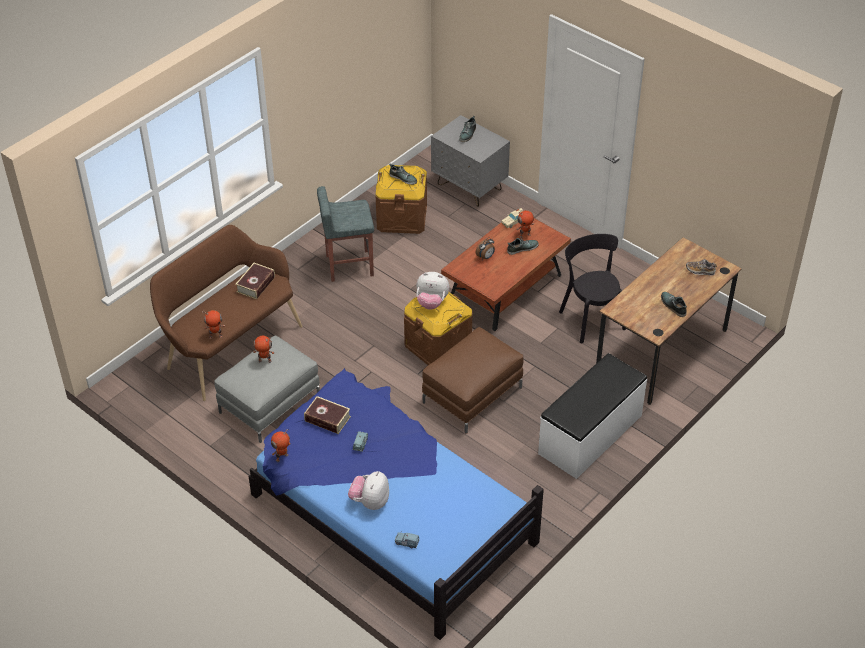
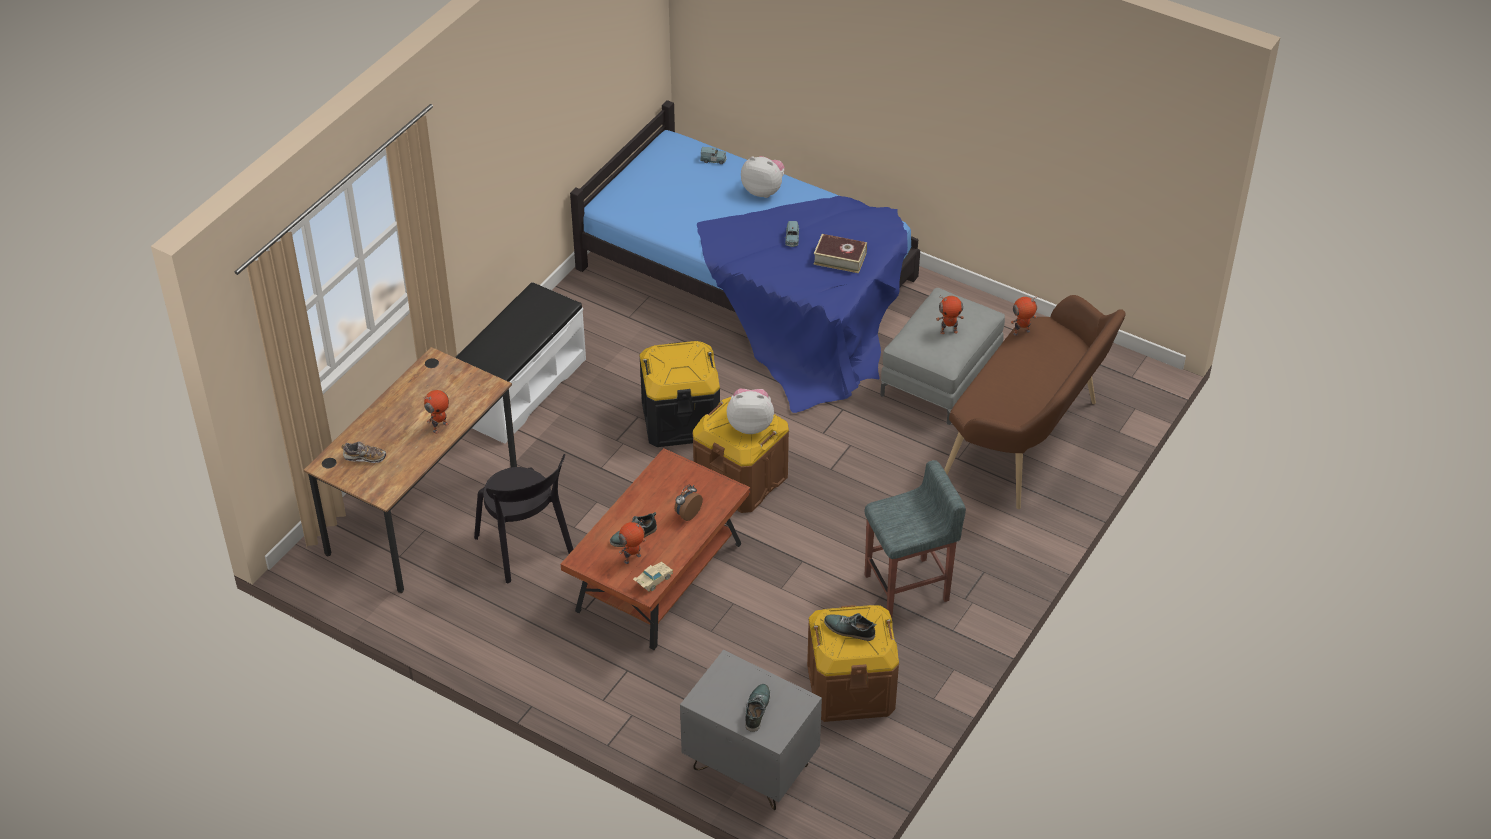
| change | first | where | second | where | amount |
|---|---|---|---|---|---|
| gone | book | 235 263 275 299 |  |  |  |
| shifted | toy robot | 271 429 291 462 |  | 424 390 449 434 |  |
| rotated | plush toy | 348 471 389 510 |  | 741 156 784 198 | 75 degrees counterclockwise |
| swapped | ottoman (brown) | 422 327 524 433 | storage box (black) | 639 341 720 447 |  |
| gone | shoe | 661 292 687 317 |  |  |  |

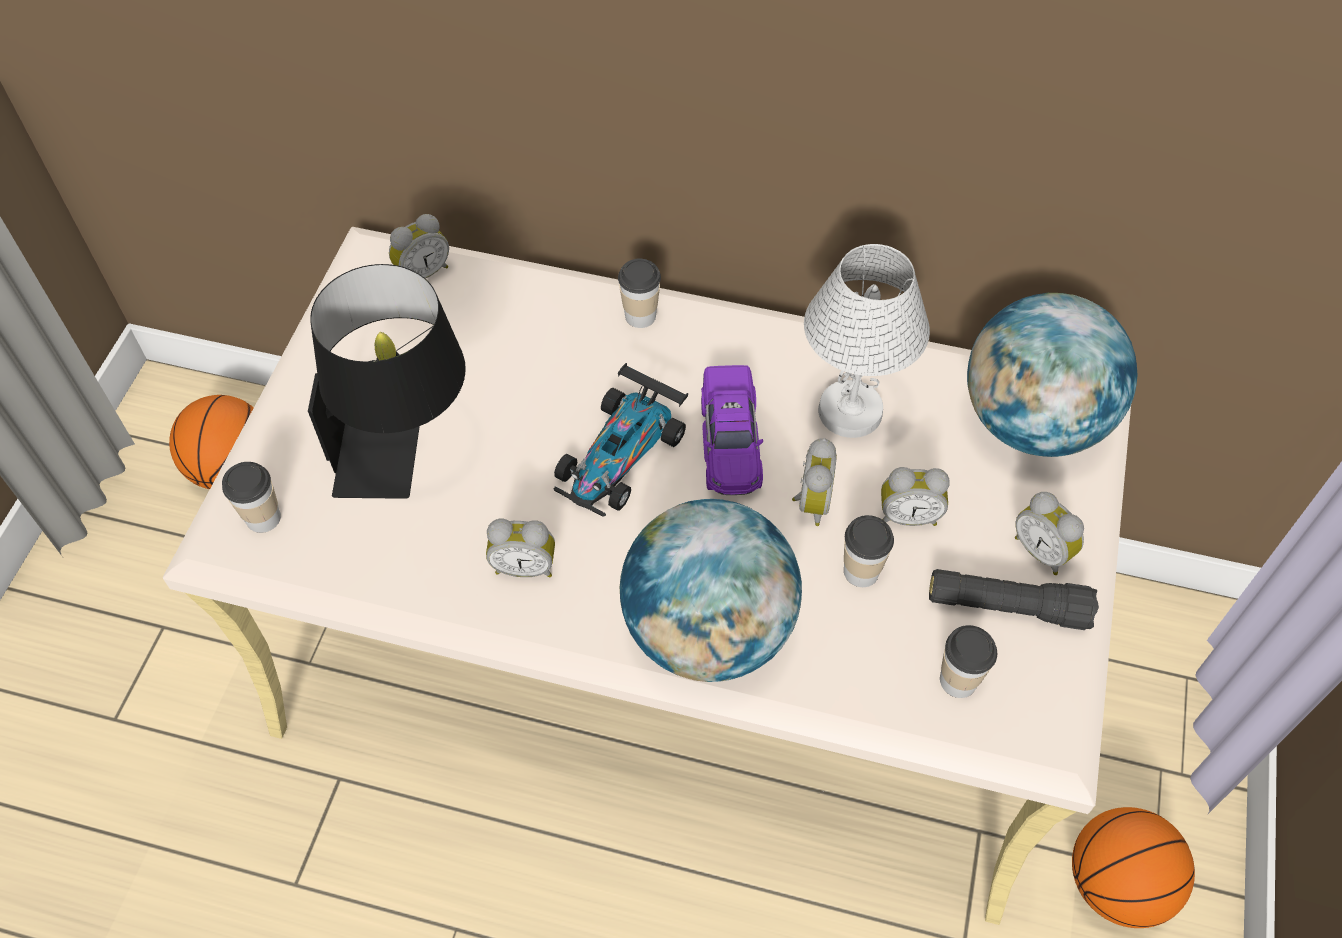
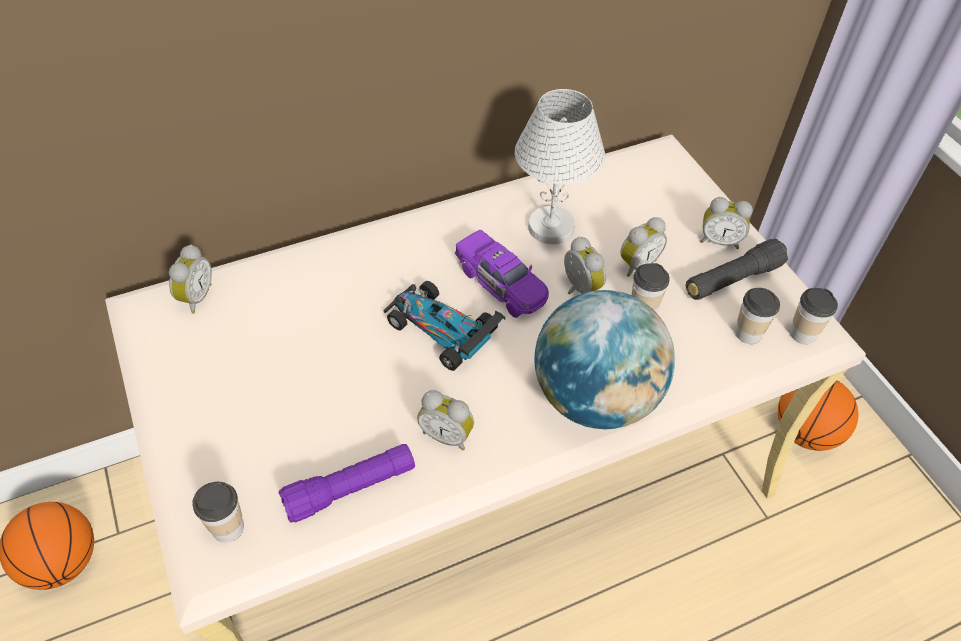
| change | first | where | second | where | amount |
|---|---|---|---|---|---|
| gone | table lamp (black) | 308 264 466 499 |  |  |  |
| rotated | alarm clock | 486 518 555 577 |  | 417 390 474 451 | 60 degrees clockwise |
| rotated | toy car | 554 363 688 517 |  | 383 281 505 371 | 135 degrees clockwise |
| shifted | cup | 618 258 661 328 |  | 790 288 838 344 |  |
| gone | globe | 967 293 1137 457 |  |  |  |
| new |  |  | flashlight (purple) | 279 444 415 523 |  |

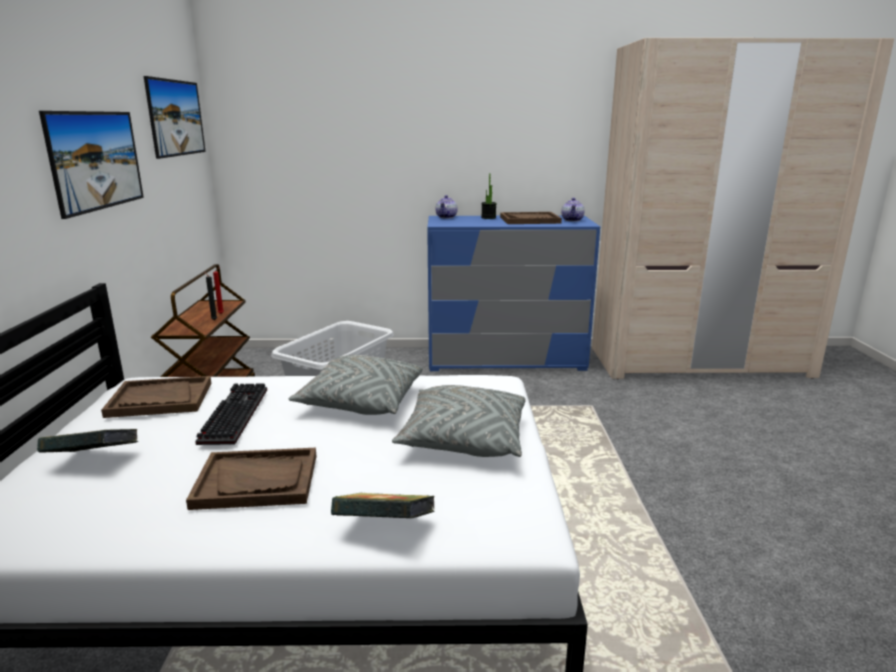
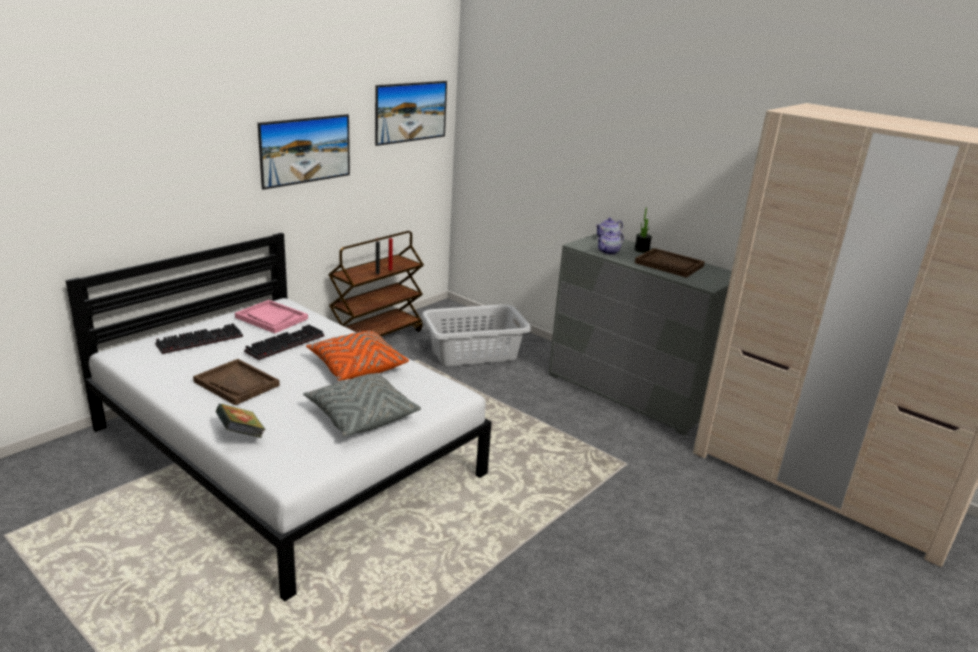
| change | first | where | second | where | amount |
|---|---|---|---|---|---|
| swapped | book | 37 429 138 453 | keyboard | 155 323 243 354 |  |
| repainted | tray (brown) | 101 376 211 418 | tray (pink) | 235 300 308 333 |  |
| repainted | pillow (grey) | 289 355 423 415 | pillow (orange) | 306 331 409 381 |  |
| repainted | dresser (blue) | 427 216 600 371 | dresser (grey) | 549 234 732 436 |  |
| shifted | teapot | 561 198 585 222 |  | 597 230 624 255 |  |

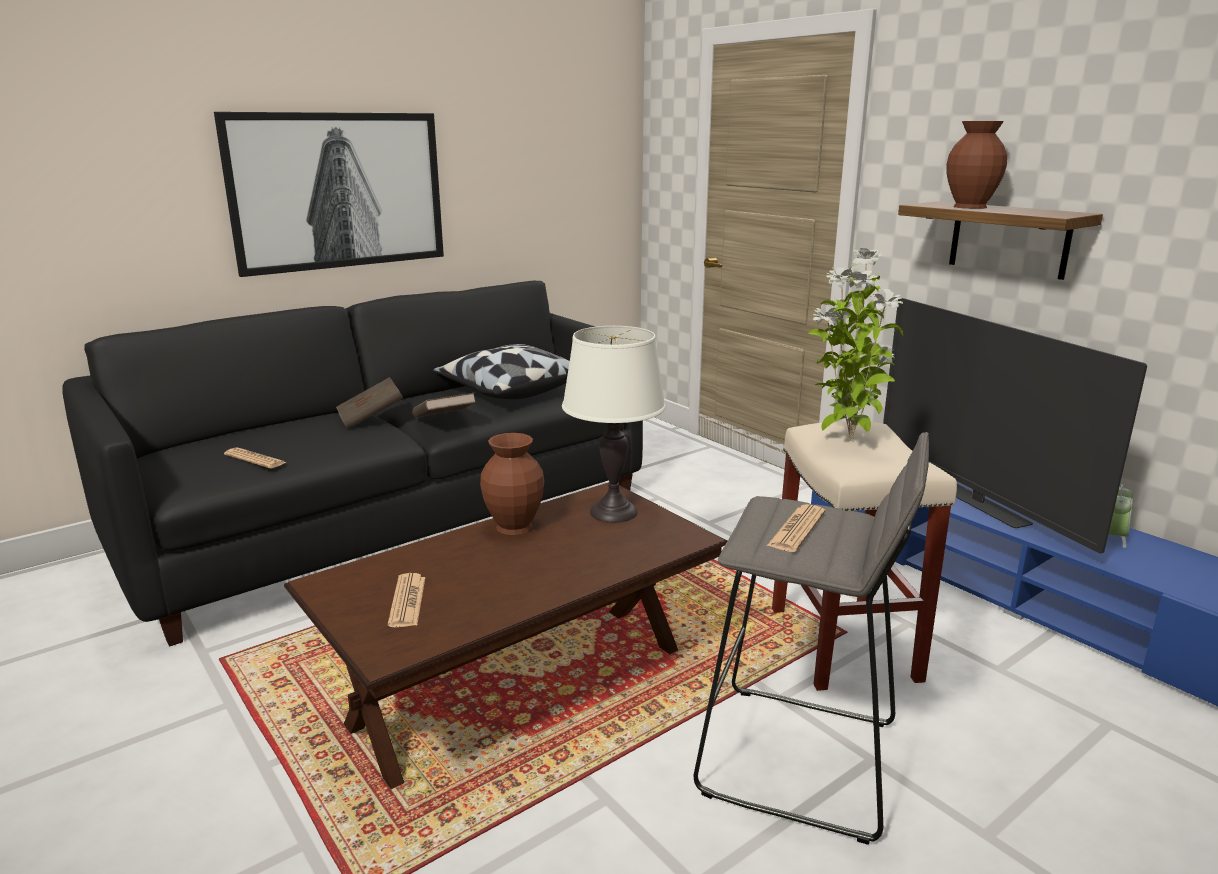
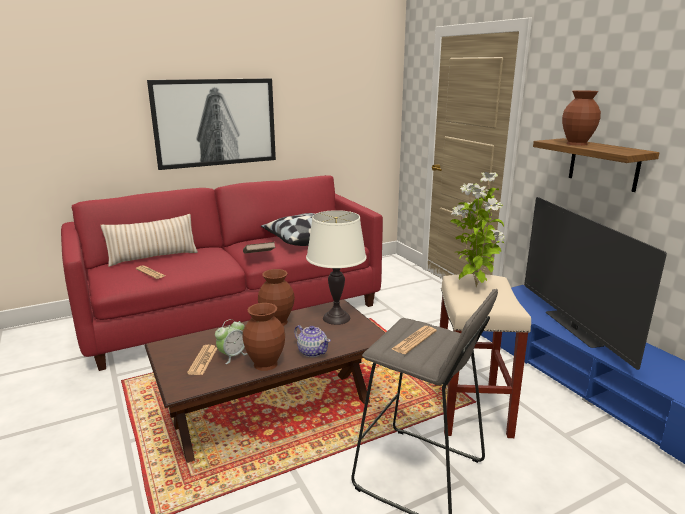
| change | first | where | second | where | amount |
|---|---|---|---|---|---|
| repainted | sofa (black) | 62 281 643 647 | sofa (red) | 61 175 383 371 |  |
| gone | book (brown) | 336 377 403 429 |  |  |  |
| shifted | alarm clock | 1109 484 1133 548 |  | 215 319 248 364 |  |
| new |  |  | pillow (beige) | 100 214 198 267 |  |
| new |  |  | vase (brown) | 242 303 285 371 |  |
| new |  |  | teapot | 294 325 331 357 |  |

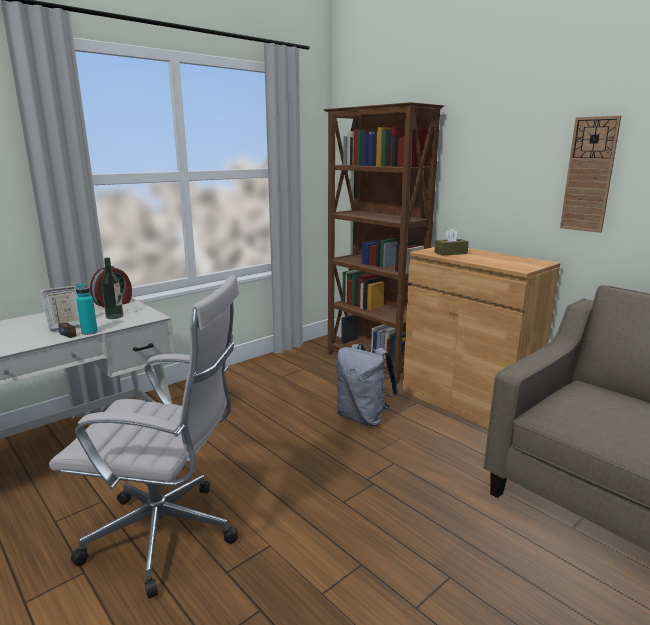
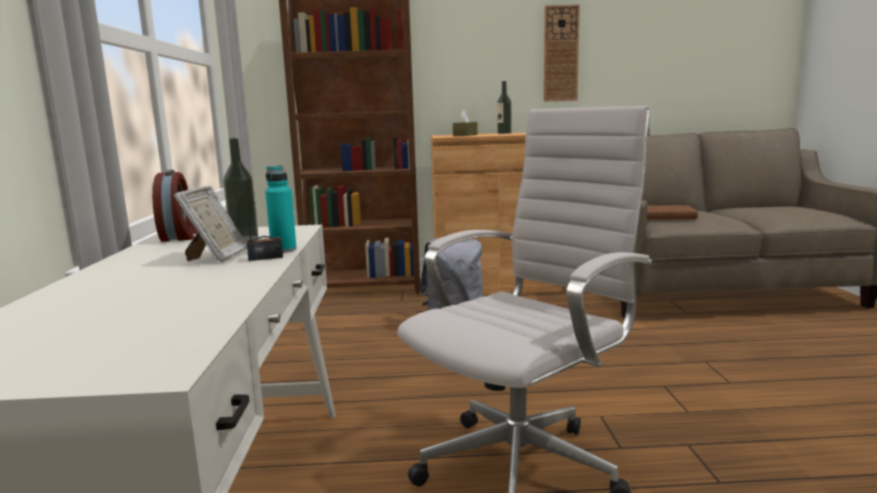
| change | first | where | second | where | amount |
|---|---|---|---|---|---|
| new |  |  | bottle | 497 81 511 134 |  |
| new |  |  | book (brown) | 647 205 698 219 |  |

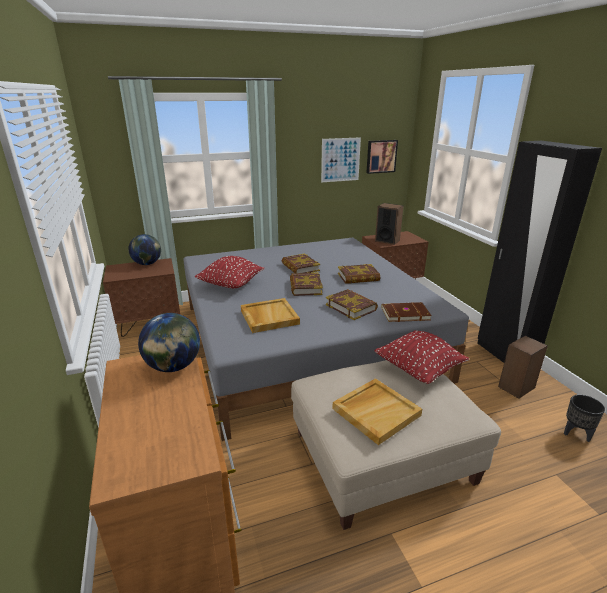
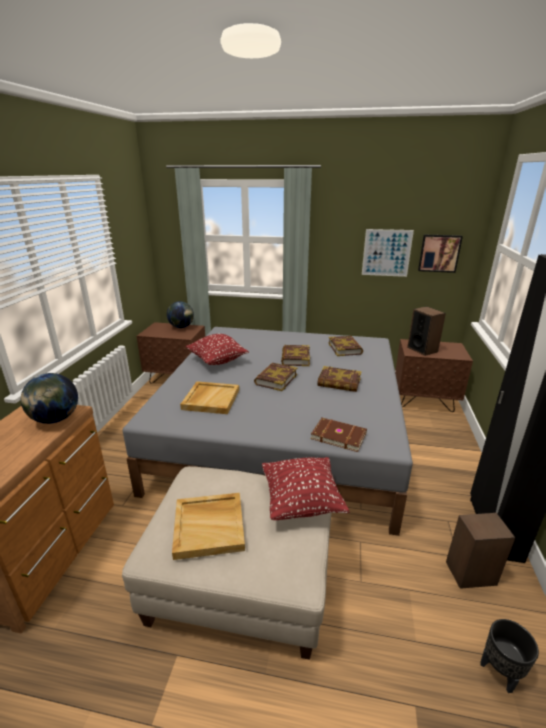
| change | first | where | second | where | amount |
|---|---|---|---|---|---|
| shifted | book | 326 289 378 320 |  | 328 336 363 356 |  |

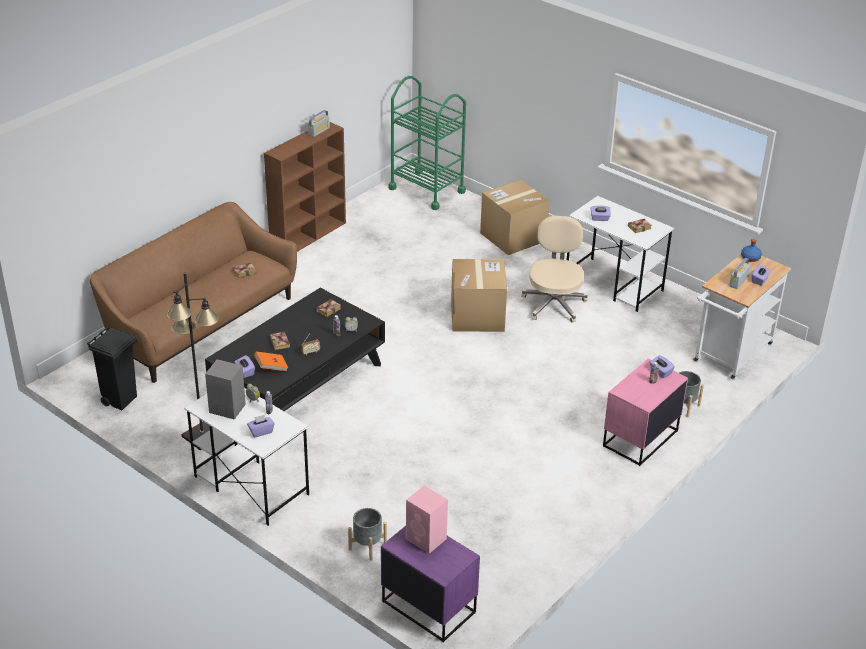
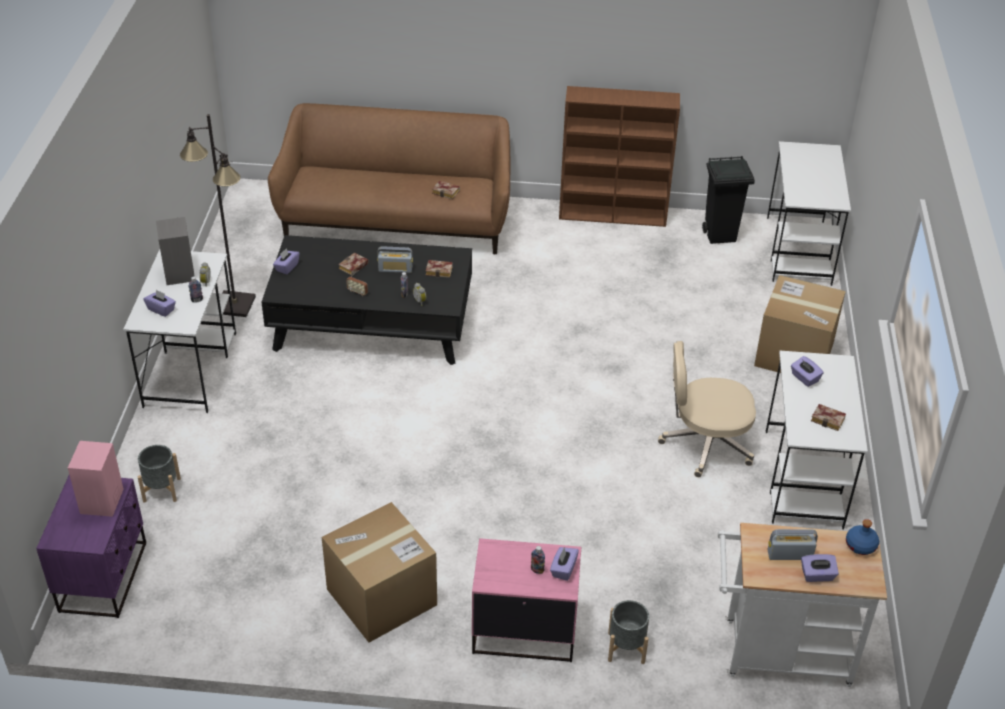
| change | first | where | second | where | amount |
|---|---|---|---|---|---|
| shifted | trash can (black) | 87 326 137 410 |  | 702 156 755 244 |  |
| gone | book (orange) | 254 352 288 371 |  |  |  |
| shifted | radio | 308 110 330 137 |  | 377 247 413 273 |  |
| swapped | cart (green) | 388 76 466 210 | desk (white) | 767 141 851 286 |  |
| shifted | cardboard box | 451 259 507 332 |  | 322 502 437 643 |  |
| rotated | office chair (beige) | 521 216 588 323 |  | 658 341 756 477 | 150 degrees counterclockwise |

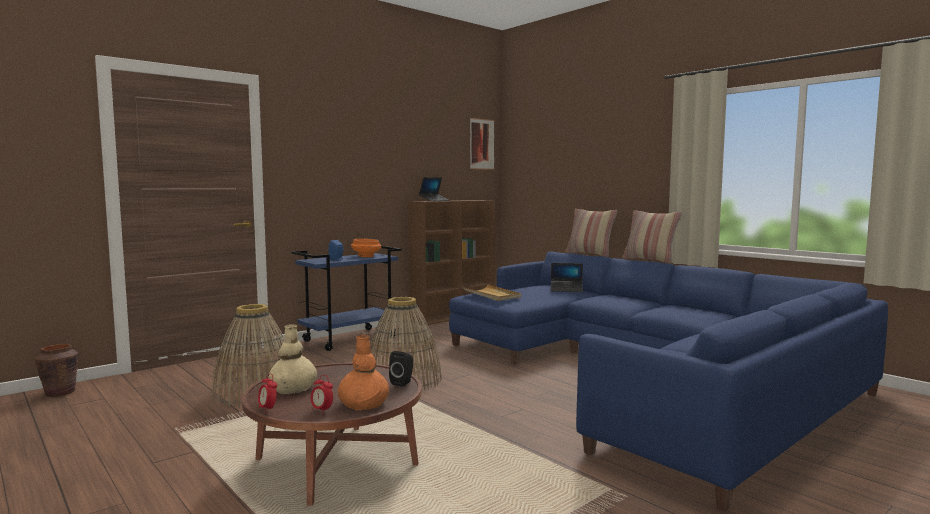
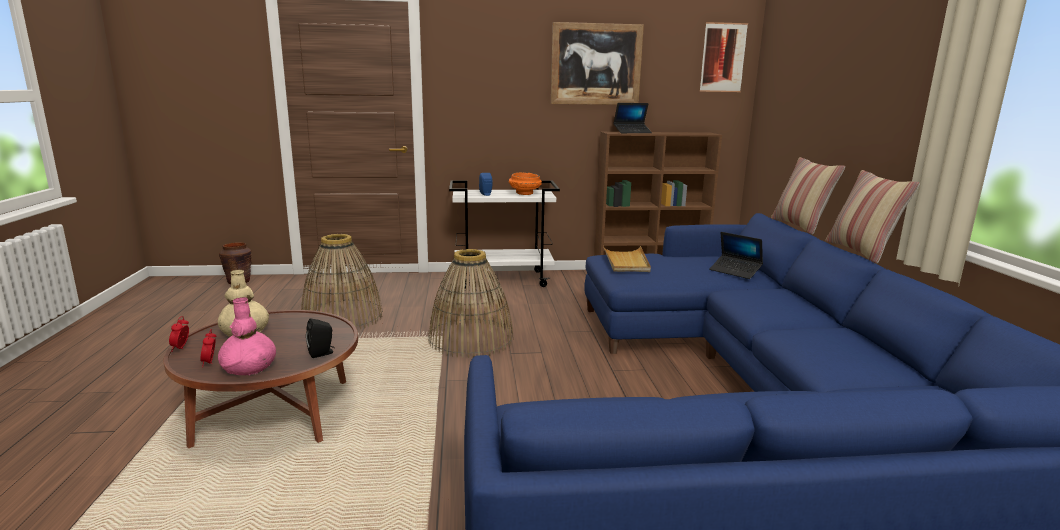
| change | first | where | second | where | amount |
|---|---|---|---|---|---|
| repainted | cart (blue) | 291 246 402 351 | cart (white) | 449 180 560 289 |  |
| repainted | vase (orange) | 338 335 389 410 | vase (pink) | 218 297 276 376 |  |
| new |  |  | picture | 551 22 644 105 |  |

